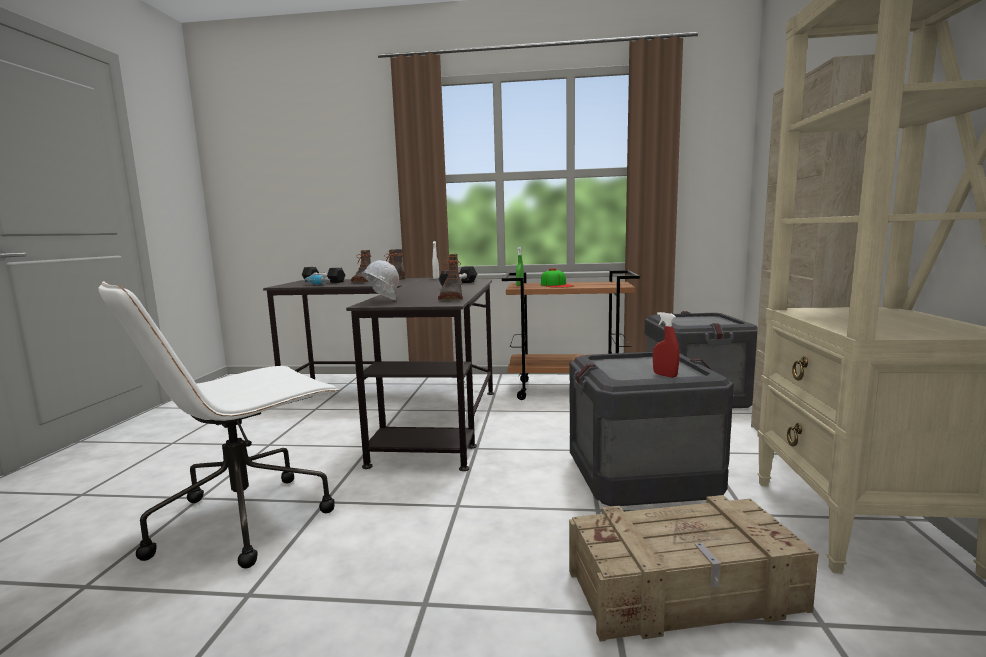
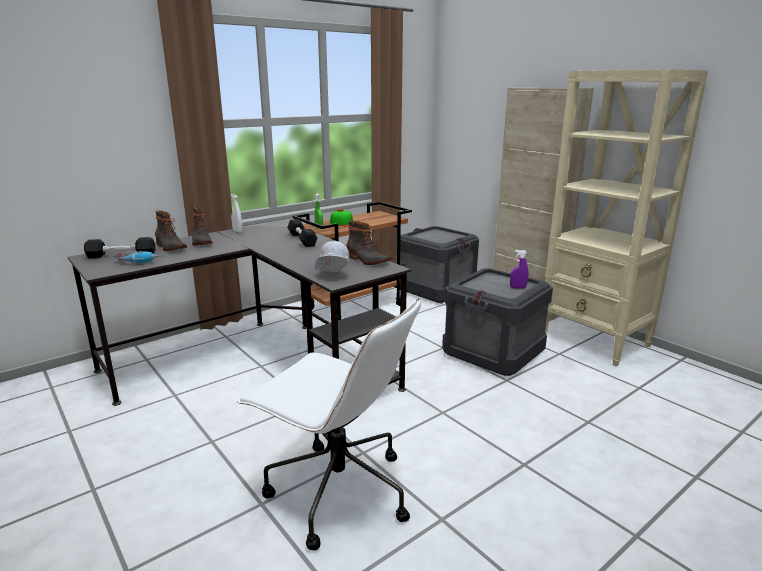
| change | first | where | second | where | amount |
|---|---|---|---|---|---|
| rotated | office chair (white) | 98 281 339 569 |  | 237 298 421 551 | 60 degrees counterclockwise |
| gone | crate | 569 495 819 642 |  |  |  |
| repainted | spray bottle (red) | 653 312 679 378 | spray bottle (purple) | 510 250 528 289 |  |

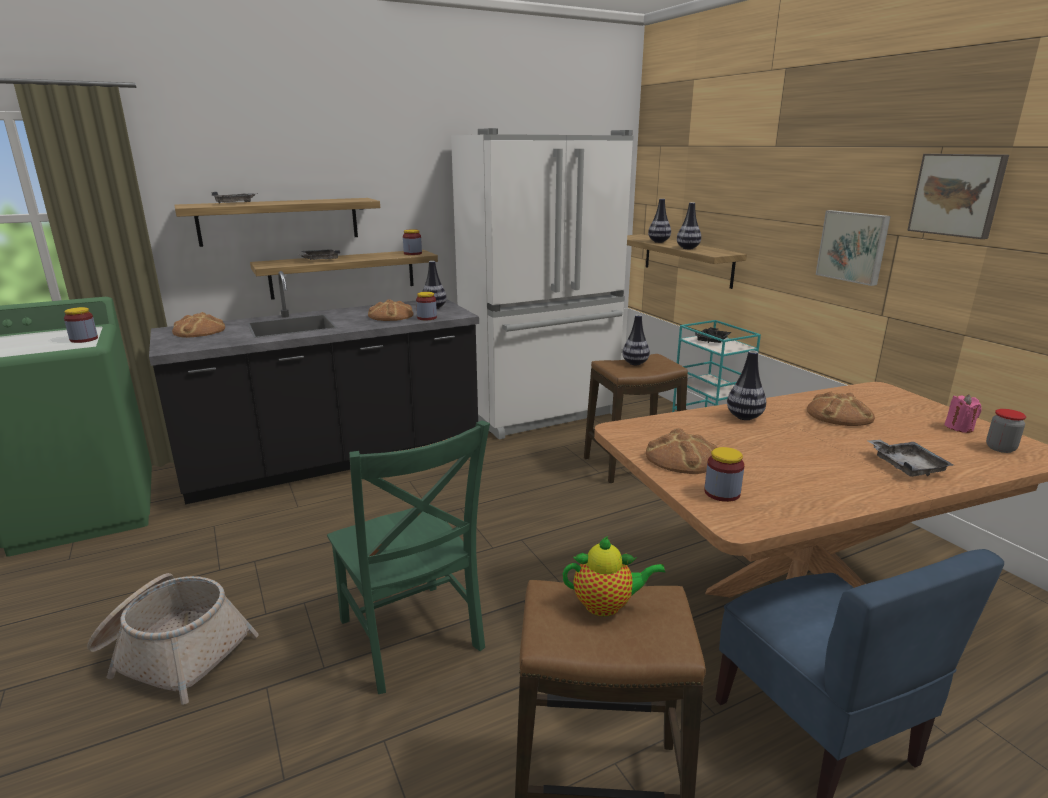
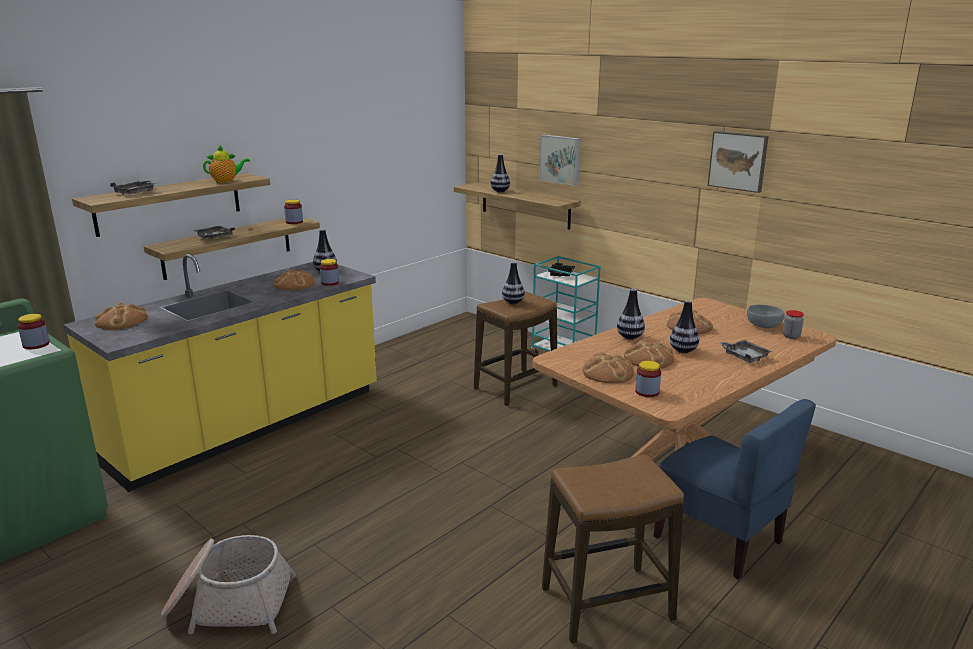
| change | first | where | second | where | amount |
|---|---|---|---|---|---|
| repainted | counter (black) | 149 271 479 504 | counter (yellow) | 63 254 377 492 |  |
| gone | chair (green) | 327 420 490 694 |  |  |  |
| gone | fridge (white) | 451 128 634 439 |  |  |  |
| shifted | teapot | 563 536 665 617 |  | 203 145 250 183 |  |
| shifted | vase | 677 202 701 249 |  | 670 300 699 353 |  |
| shifted | picture | 816 210 891 286 |  | 539 135 581 186 |  |
| swapped | candle (pink) | 944 395 982 433 | bowl (grey) | 747 304 784 328 |  |
| new |  |  | bread | 624 339 674 369 |  |

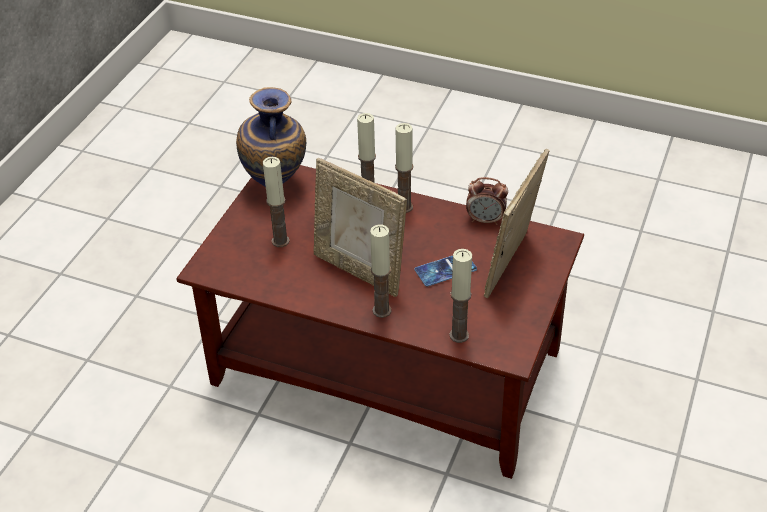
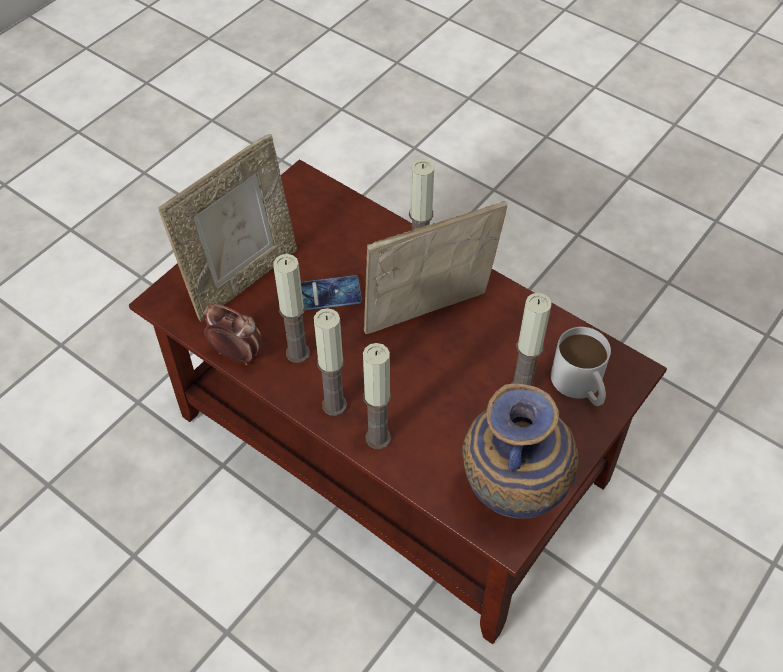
| change | first | where | second | where | amount |
|---|---|---|---|---|---|
| rotated | picture frame | 313 158 407 297 |  | 364 201 507 334 | 75 degrees counterclockwise |
| shifted | candle | 449 249 472 343 |  | 273 254 310 363 |  |
| new |  |  | mug (white) | 551 327 611 406 |  |

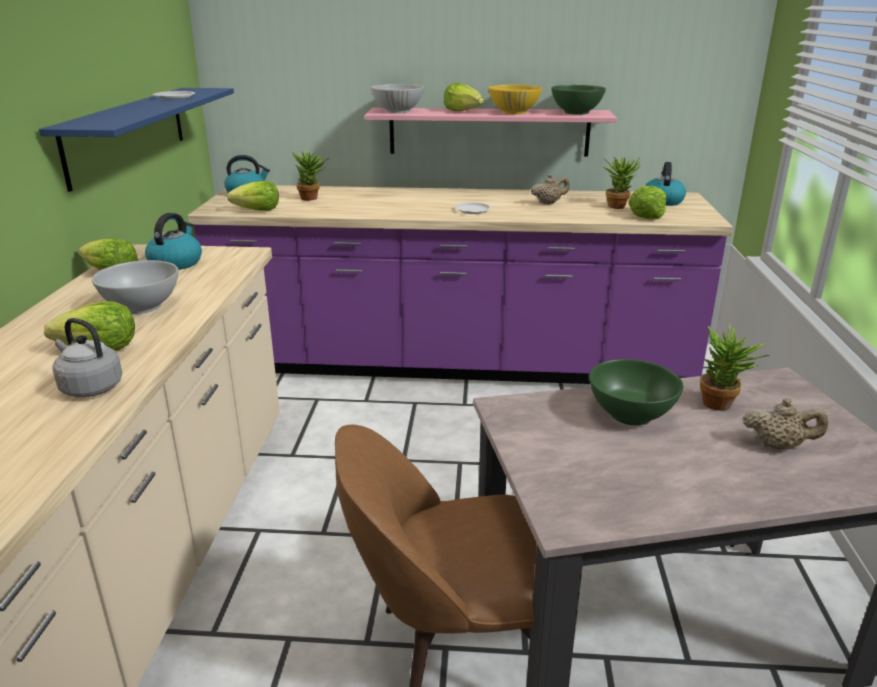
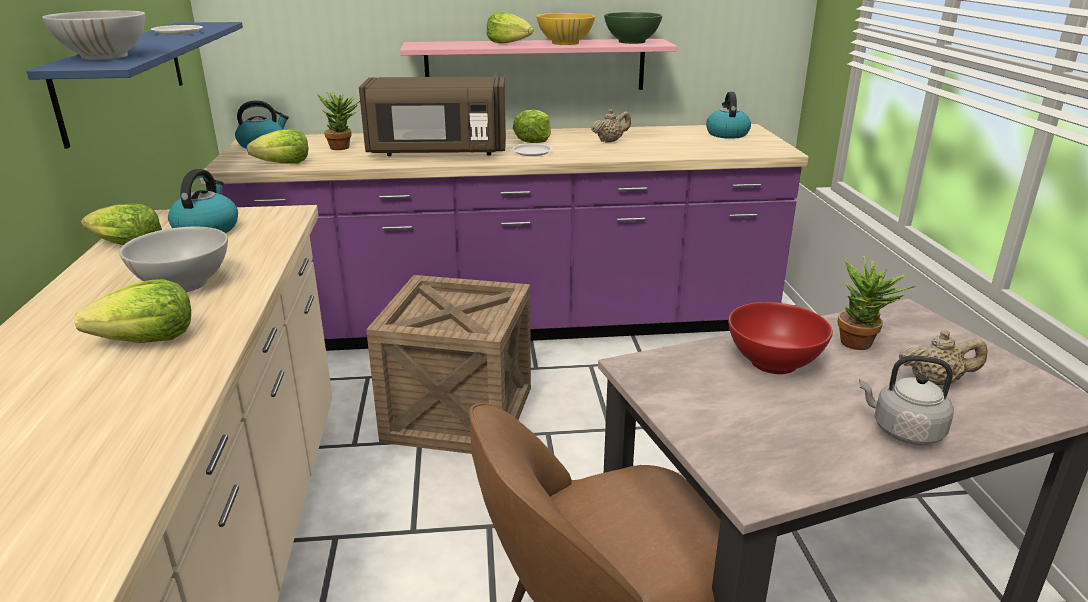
| change | first | where | second | where | amount |
|---|---|---|---|---|---|
| shifted | kettle (grey) | 53 318 122 397 |  | 859 355 954 445 |  |
| shifted | bowl (white) | 371 84 424 113 |  | 42 10 145 60 |  |
| repainted | bowl (green) | 589 359 683 425 | bowl (red) | 728 302 833 374 |  |
| gone | potted plant | 603 157 641 209 |  |  |  |
| shifted | lettuce | 629 186 666 219 |  | 513 110 551 143 |  |
| new |  |  | microwave (brown) | 359 77 506 156 |  |
| new |  |  | crate | 366 275 531 454 |  |

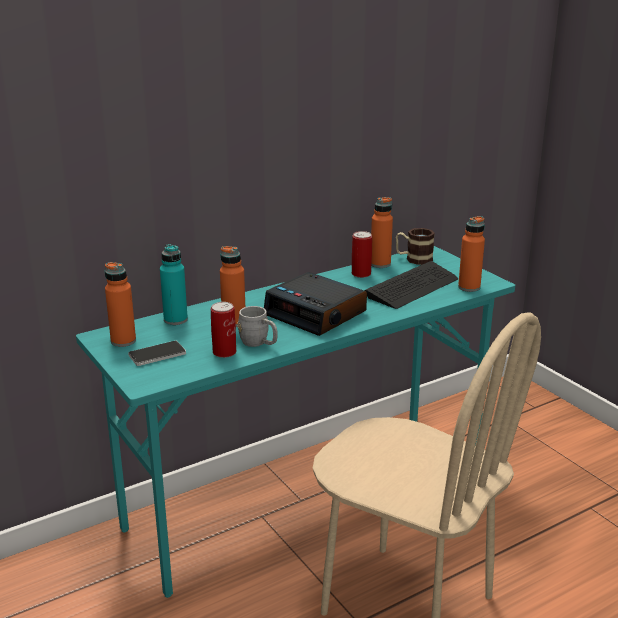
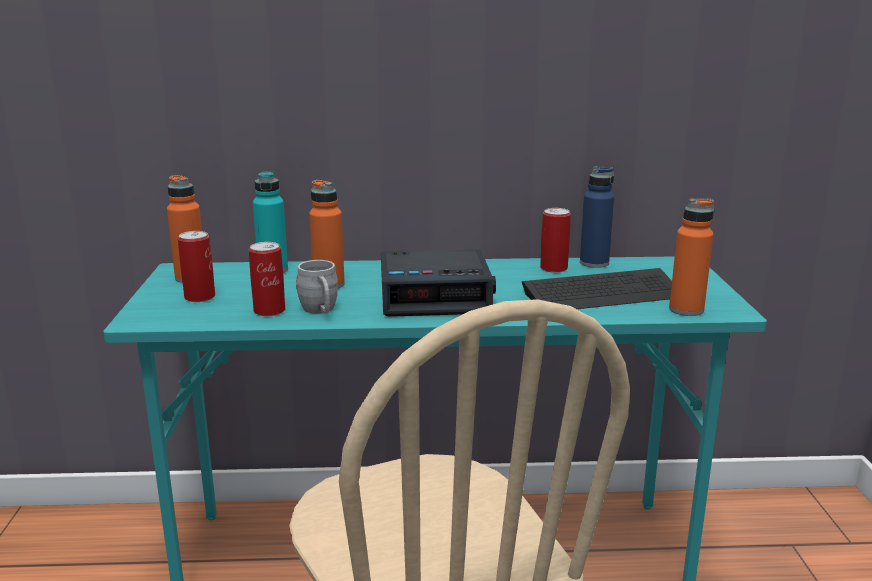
| change | first | where | second | where | amount |
|---|---|---|---|---|---|
| swapped | phone | 128 341 186 366 | can | 178 231 215 302 |  |
| rotated | alarm clock | 264 272 367 336 |  | 381 249 496 317 | 75 degrees counterclockwise |
| repainted | bottle (orange) | 371 197 393 268 | bottle (blue) | 580 166 614 268 |  |
| gone | mug | 396 228 435 265 |  |  |  |

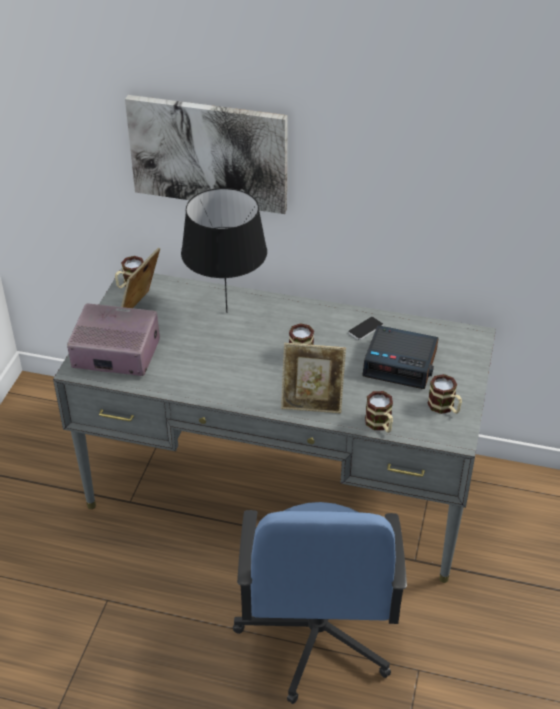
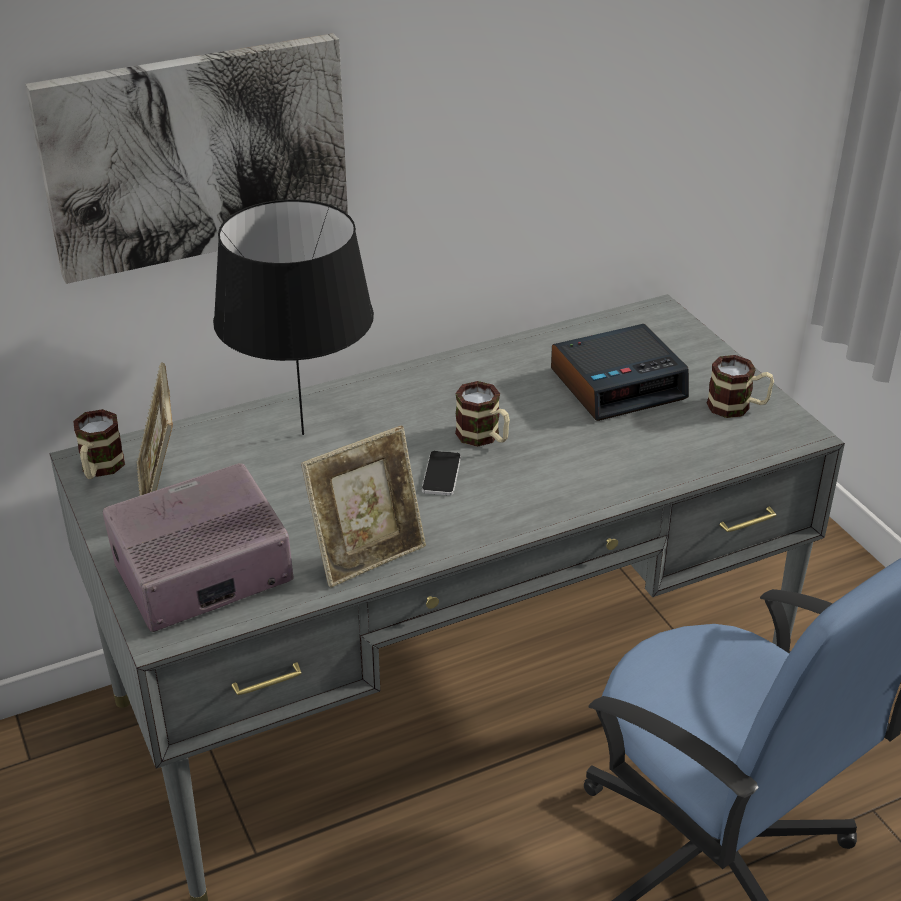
| change | first | where | second | where | amount |
|---|---|---|---|---|---|
| shifted | picture frame | 281 343 346 413 |  | 301 426 426 588 |  |
| shifted | phone | 348 317 383 340 |  | 422 451 461 495 |  |
| gone | mug | 365 391 393 433 |  |  |  |

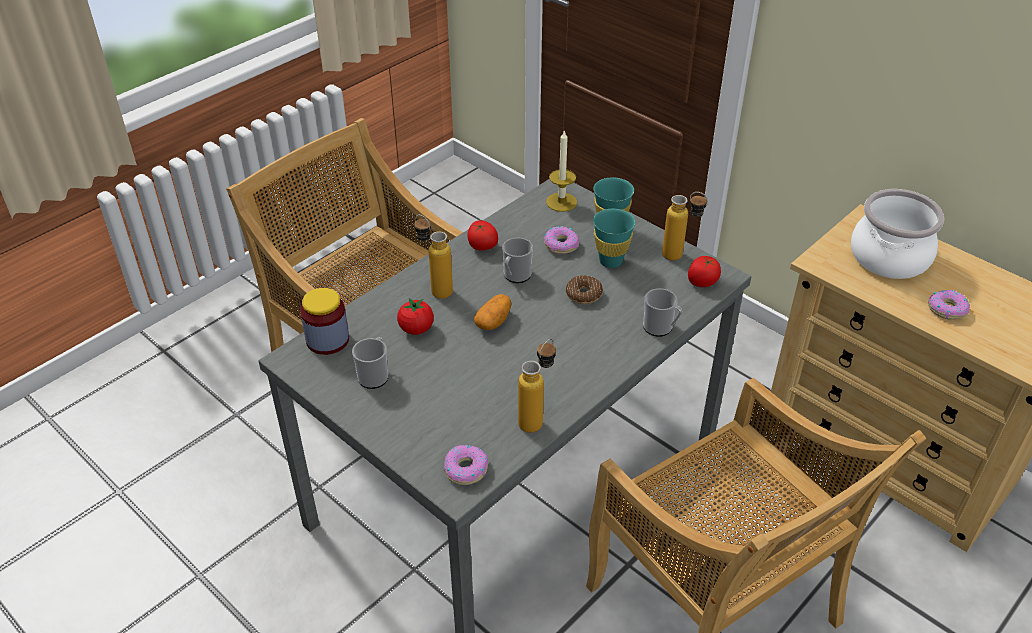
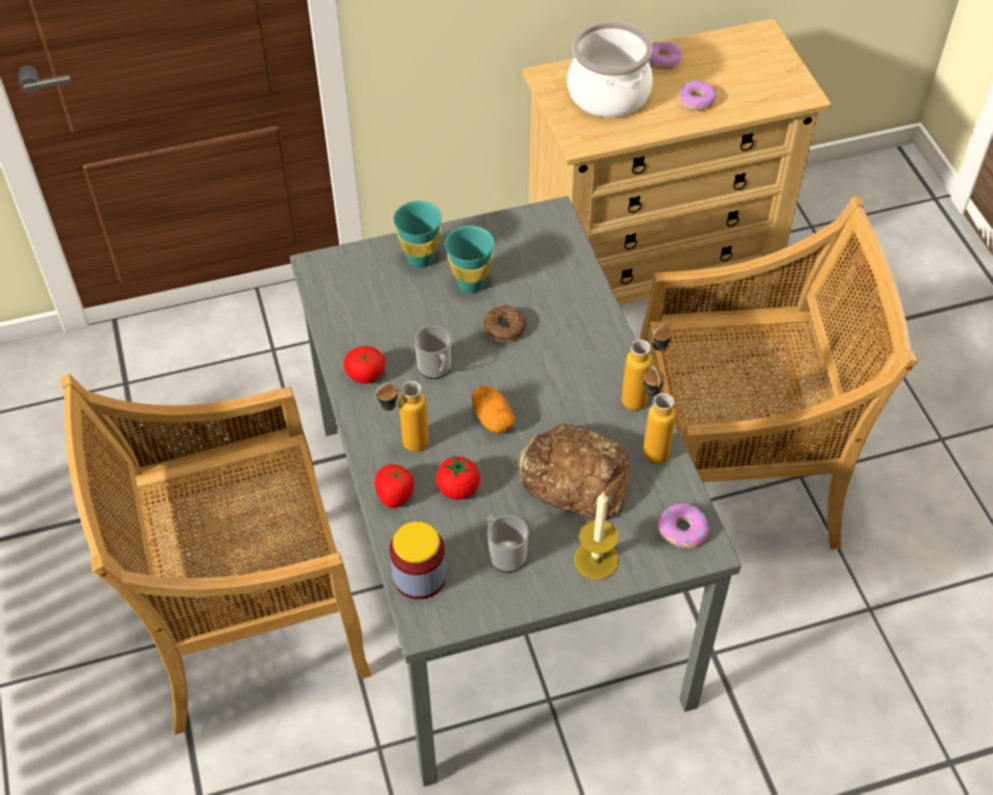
| change | first | where | second | where | amount |
|---|---|---|---|---|---|
| shifted | donut | 544 226 580 254 |  | 648 42 682 70 |  |
| shifted | candle | 546 129 577 212 |  | 574 492 619 580 |  |
| gone | mug | 643 288 683 337 |  |  |  |
| shifted | bottle | 662 192 708 261 |  | 622 323 672 411 |  |
| shifted | tomato | 688 256 721 287 |  | 375 464 414 508 |  |
| new |  |  | bread | 519 424 631 521 |  |

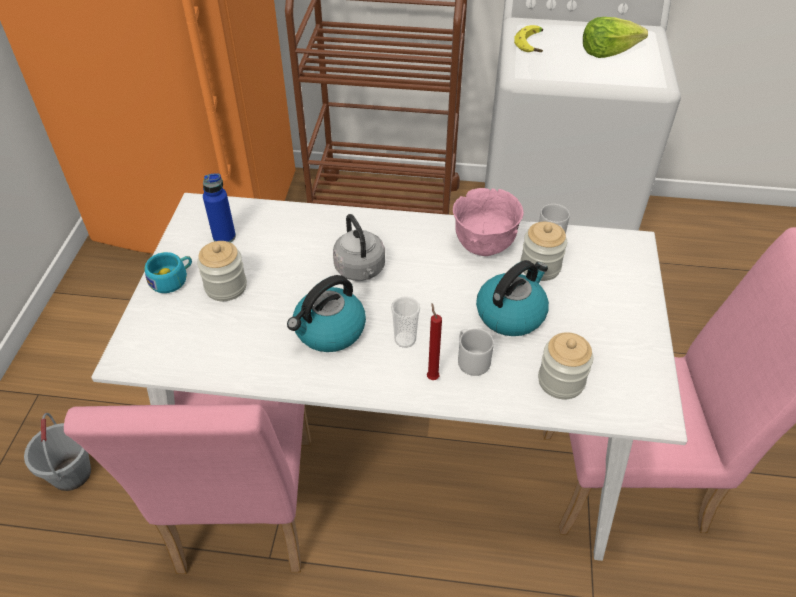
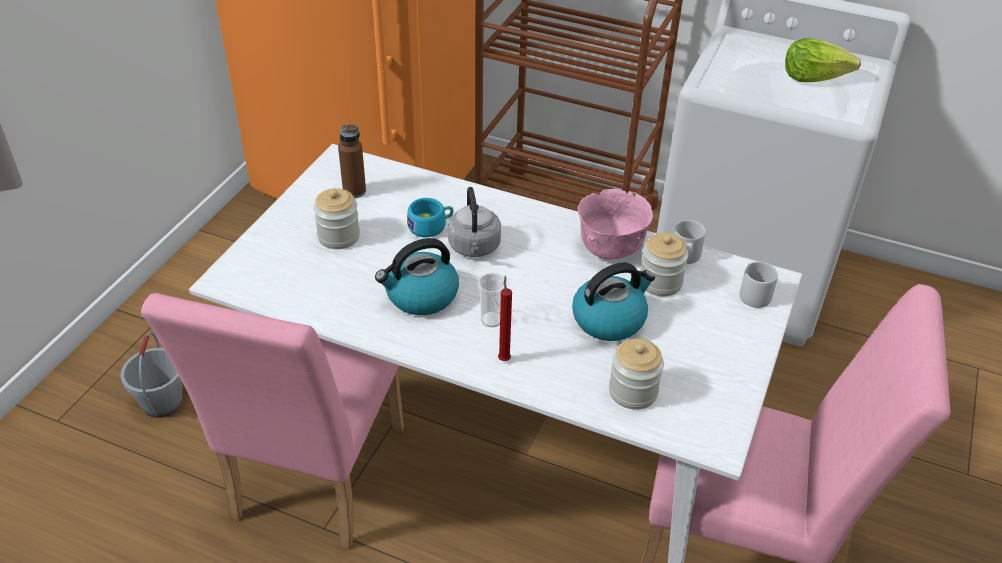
| change | first | where | second | where | amount |
|---|---|---|---|---|---|
| shifted | cup (turquoise) | 144 252 192 293 |  | 407 198 454 237 |  |
| repainted | bottle (blue) | 203 173 236 243 | bottle (brown) | 338 124 366 198 |  |
| shifted | mug (grey) | 458 328 494 376 |  | 740 262 778 308 |  |
| gone | banana | 514 25 543 52 |  |  |  |

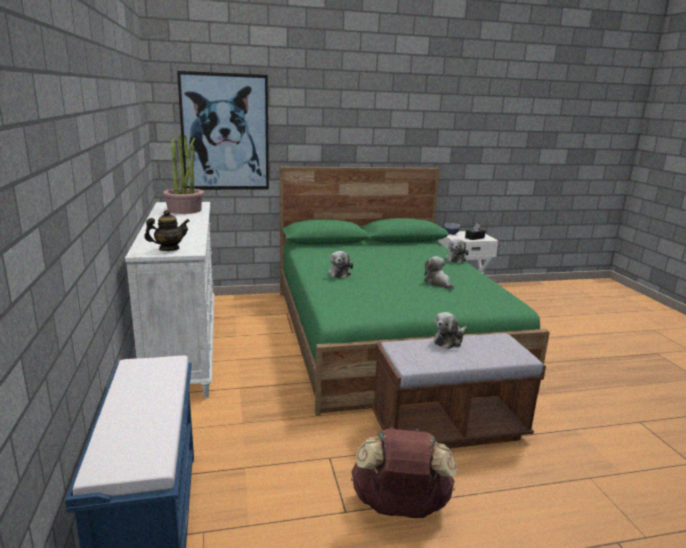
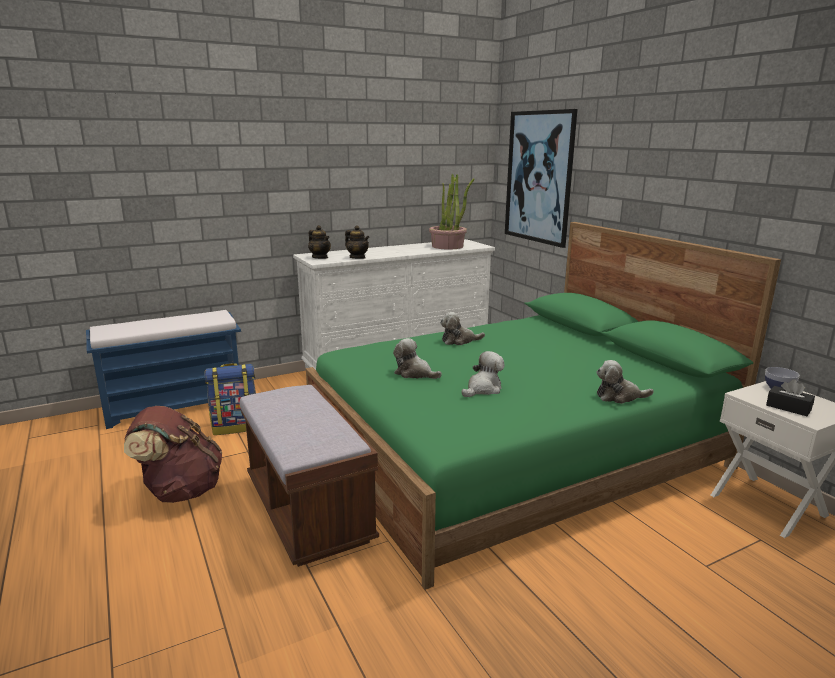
| change | first | where | second | where | amount |
|---|---|---|---|---|---|
| shifted | plush toy | 434 312 467 349 |  | 393 338 442 379 |  |
| new |  |  | backpack | 204 363 256 435 |  |
| new |  |  | teapot | 345 225 369 259 |  |

